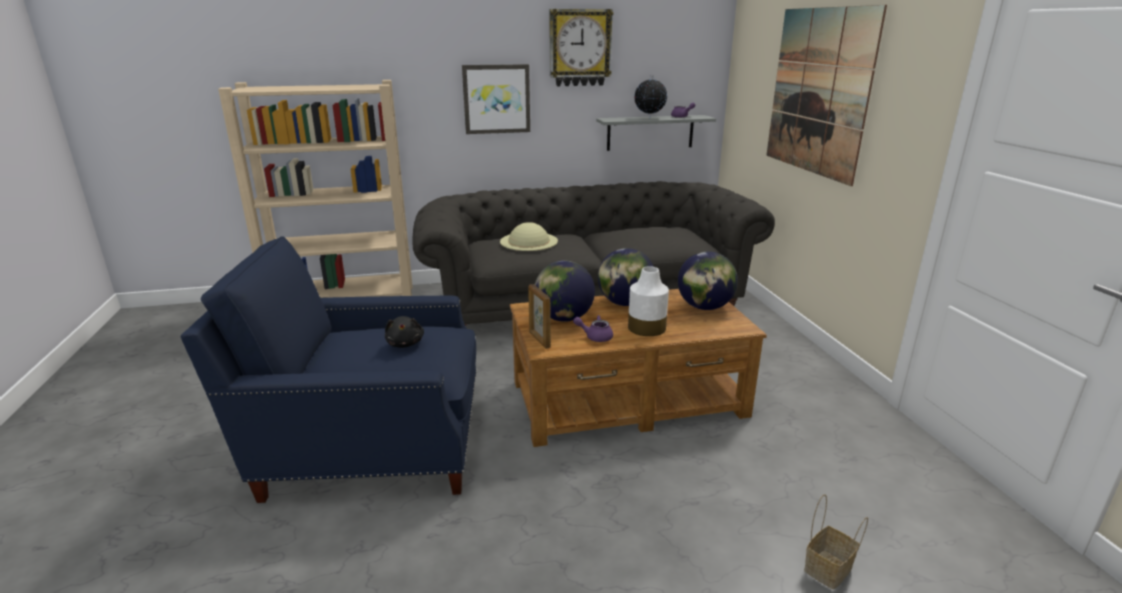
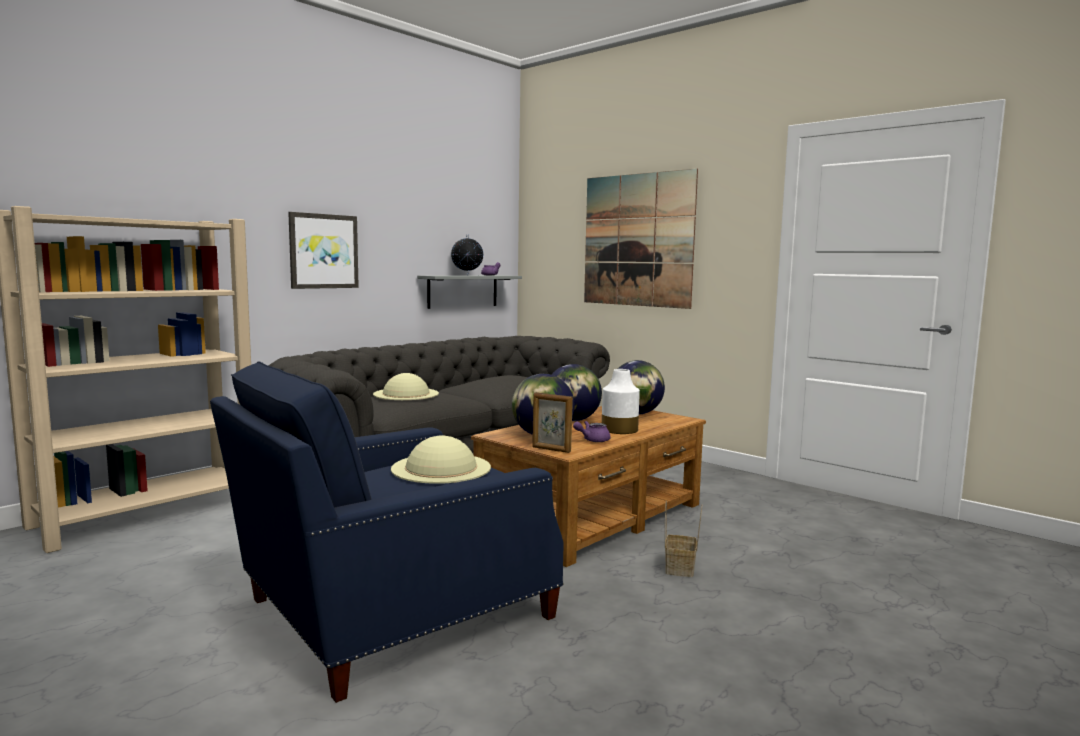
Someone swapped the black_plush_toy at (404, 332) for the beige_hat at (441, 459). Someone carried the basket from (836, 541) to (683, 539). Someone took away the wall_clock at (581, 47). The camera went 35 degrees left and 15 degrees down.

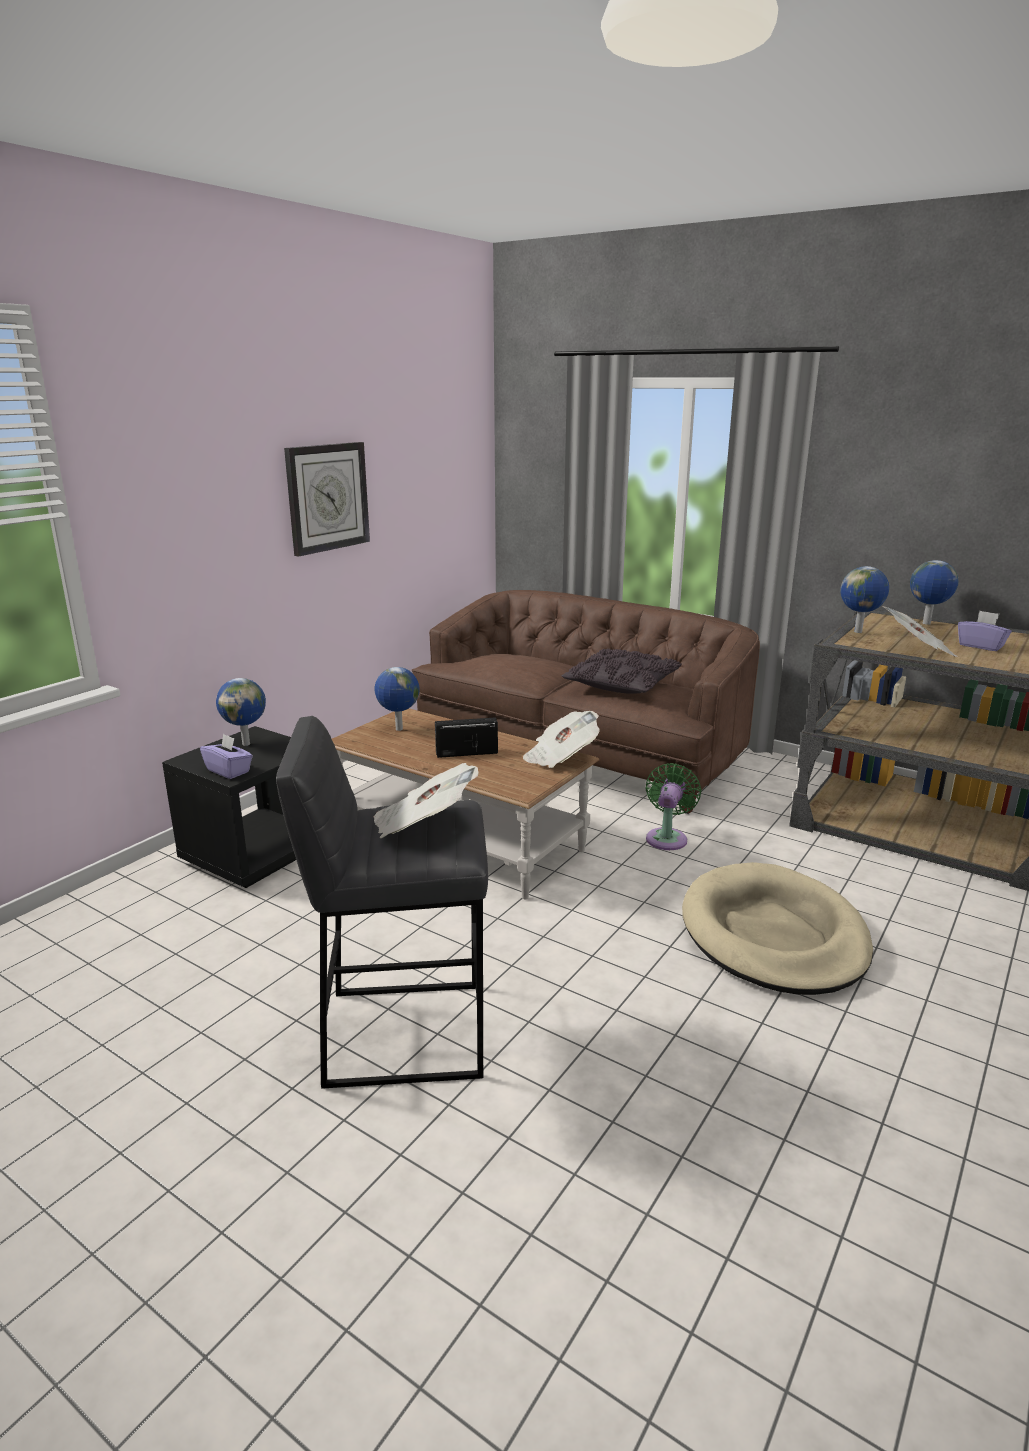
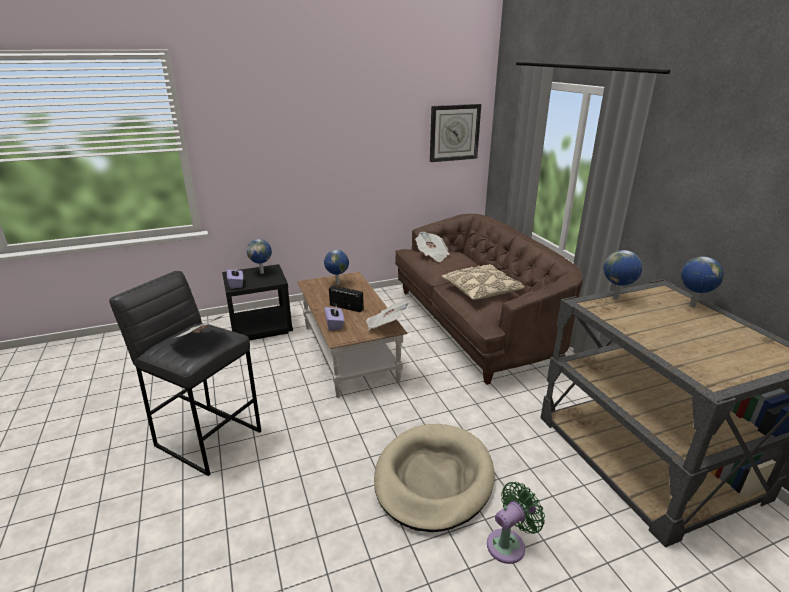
Someone carried the purple_tissue_box from (985, 631) to (334, 318). Someone carried the newspaper from (920, 631) to (432, 247). Someone carried the wall_clock from (327, 499) to (455, 133). Someone repainted the black_pillow at (622, 671), which became the beige_pillow at (483, 282). Someone carried the green_fan from (674, 806) to (516, 523). The camera went 35 degrees right and 5 degrees up.

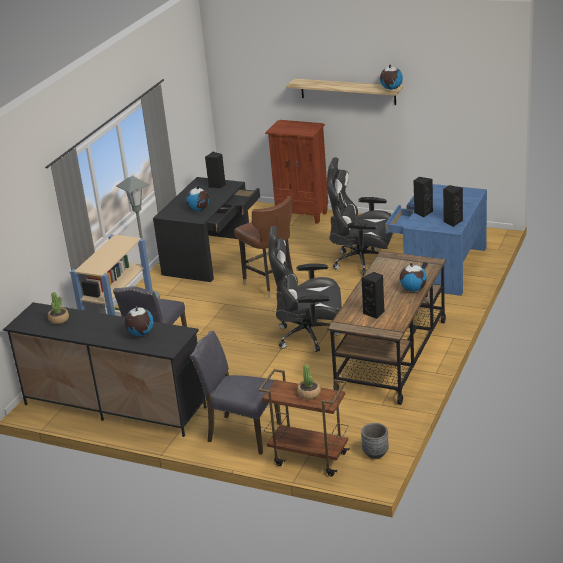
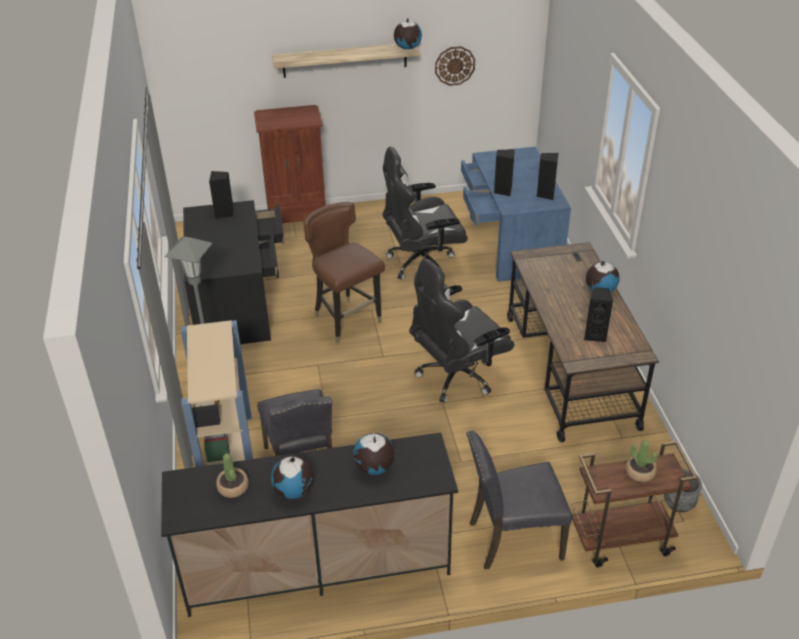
Someone carried the globe from (197, 198) to (292, 477). Someone rotated the brown_chair at (263, 247) by 150 degrees counterclockwise. Someone put up the wall_clock at (455, 66). The camera went 35 degrees left and 10 degrees up.

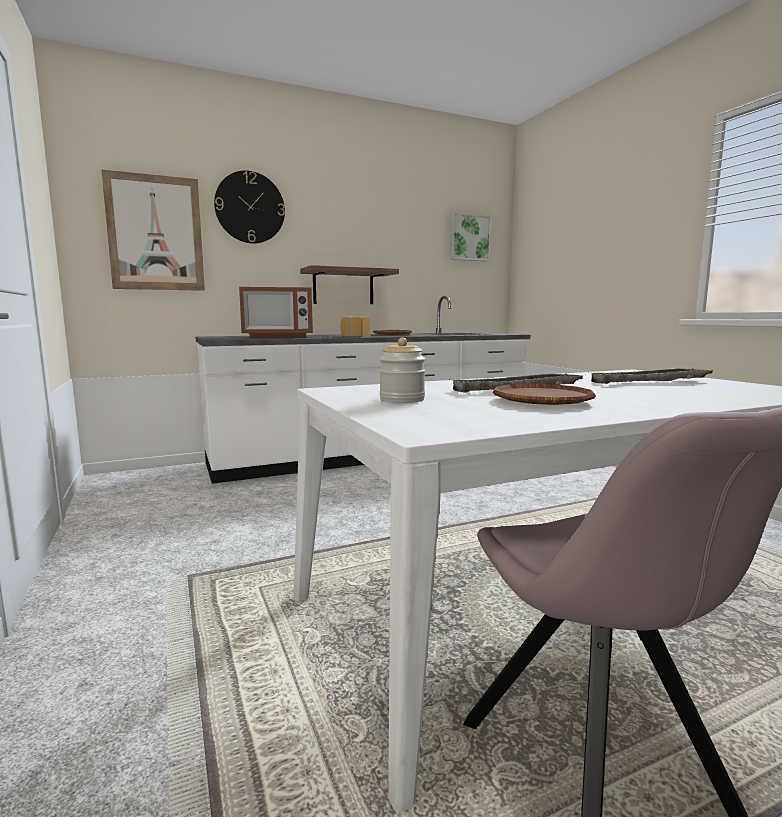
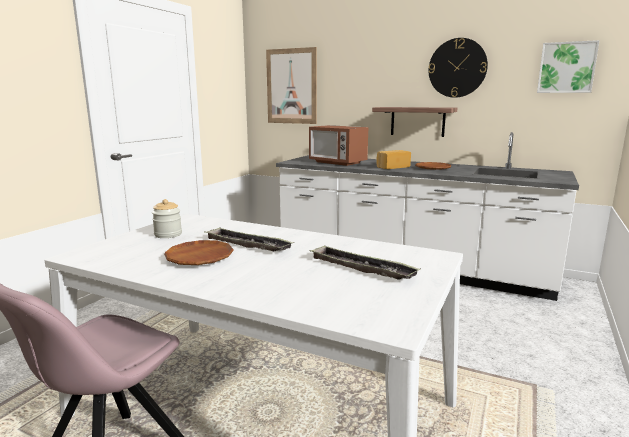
Someone carried the wall_clock from (249, 207) to (458, 68). The camera went 50 degrees right and 5 degrees up.

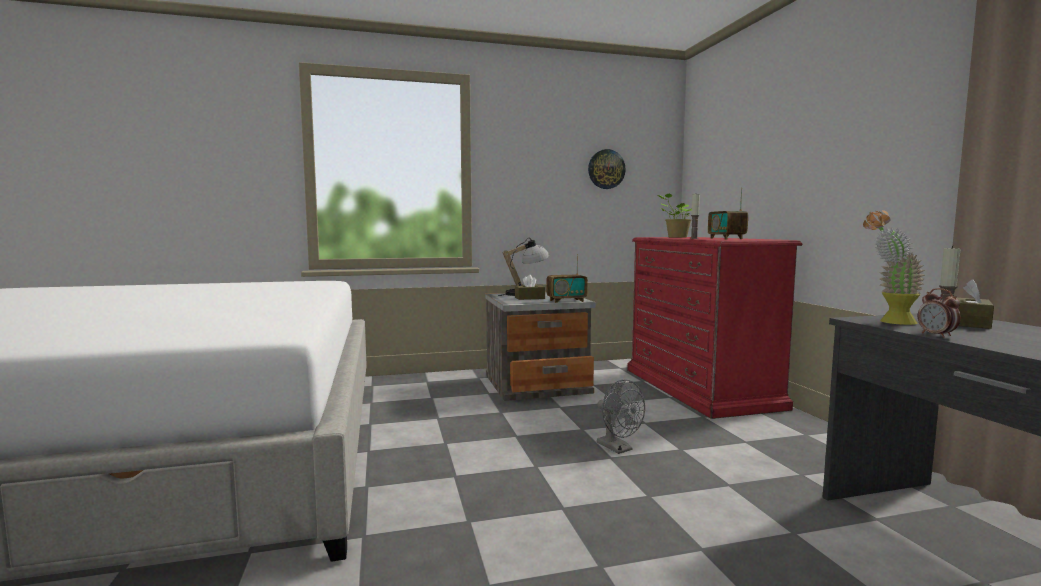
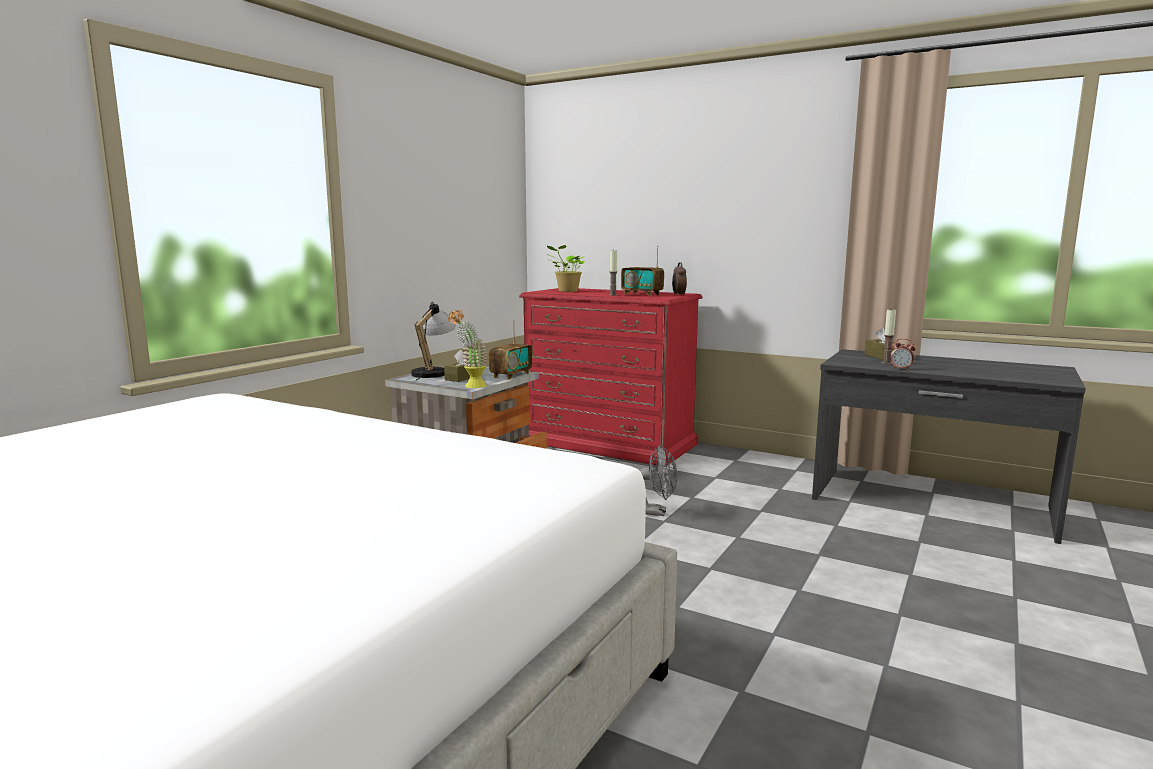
Someone carried the potted_plant from (894, 267) to (467, 349). Someone put down the alarm_clock at (679, 279). Someone took away the wall_clock at (607, 169). The camera went 45 degrees left and 5 degrees up.

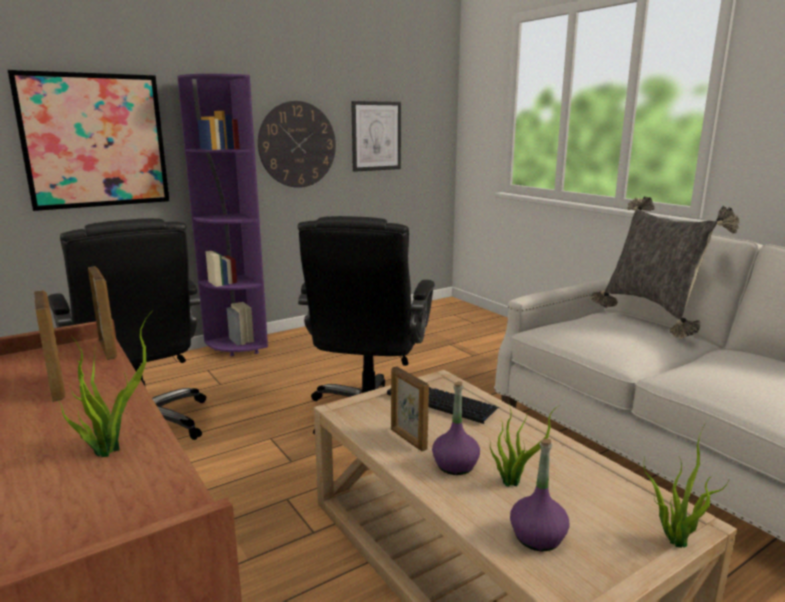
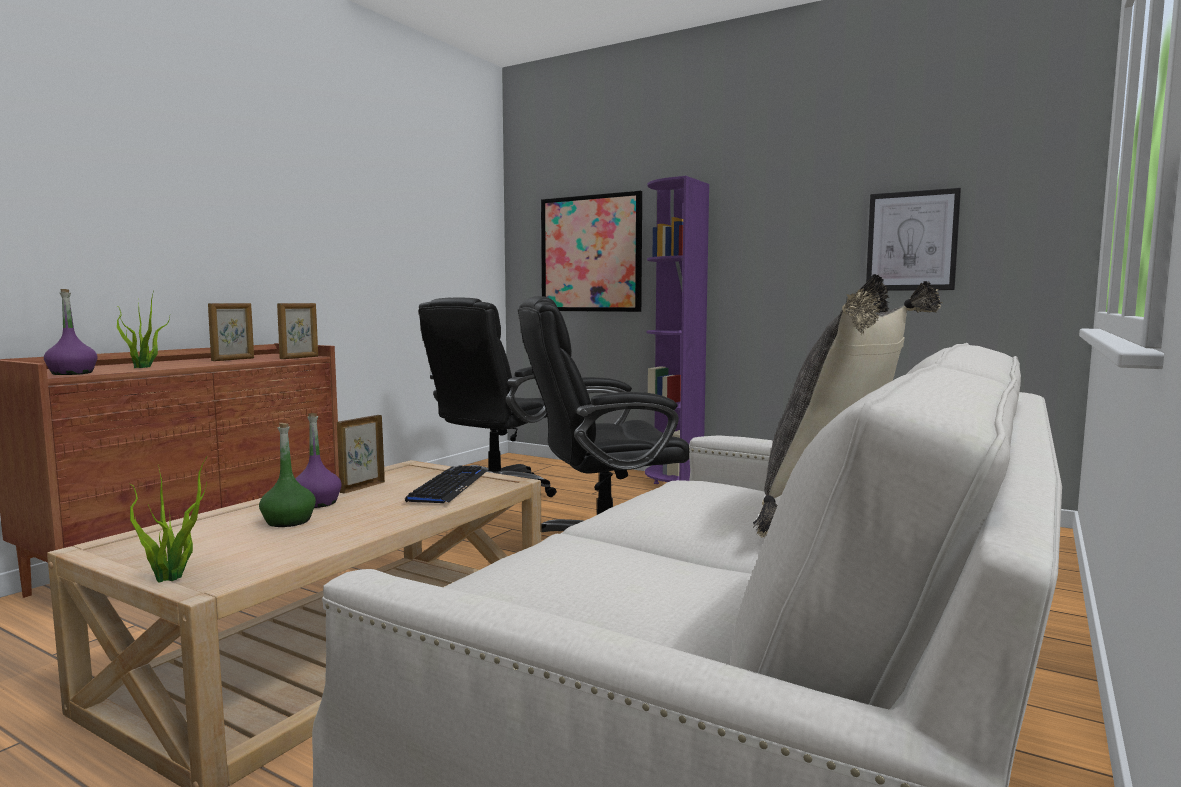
Someone carried the purple_bottle from (540, 494) to (71, 332). Someone swapped the potted_plant at (525, 444) for the green_bottle at (287, 475). Someone took away the wall_clock at (297, 144). The camera went 65 degrees right and 10 degrees down.

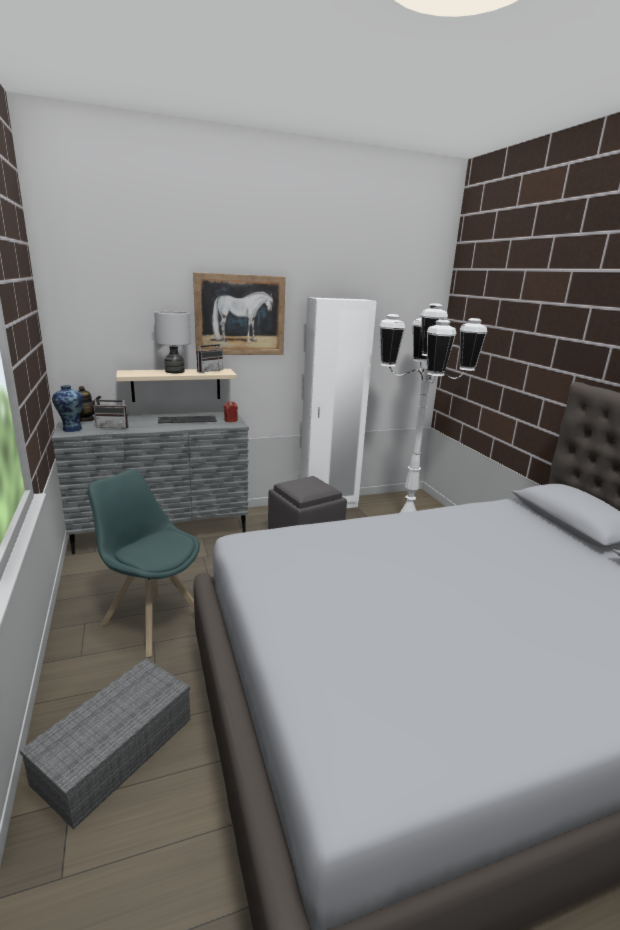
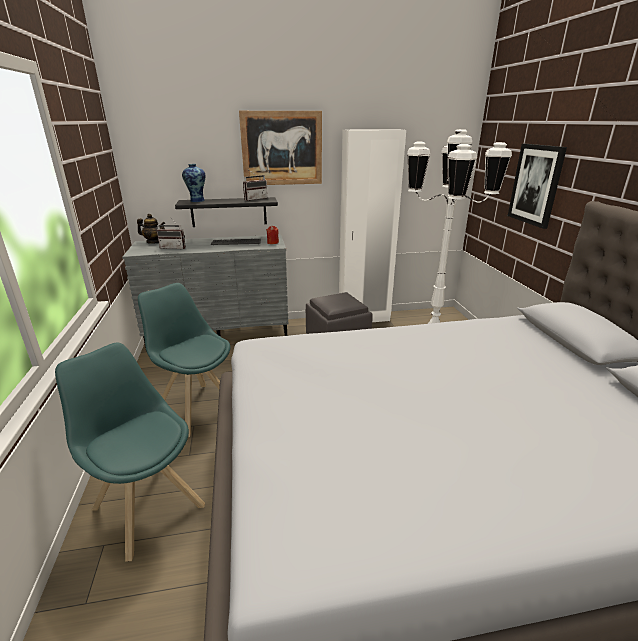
Someone swapped the grey_storage_box at (105, 743) for the turquoise_chair at (130, 452). Someone repainted the beige_shelf at (176, 385), which became the black_shelf at (226, 212). Someone carried the vase from (68, 408) to (194, 183). Someone put up the picture at (537, 186). Someone took away the grey_table_lamp at (172, 342). The camera went 10 degrees right and 5 degrees up.

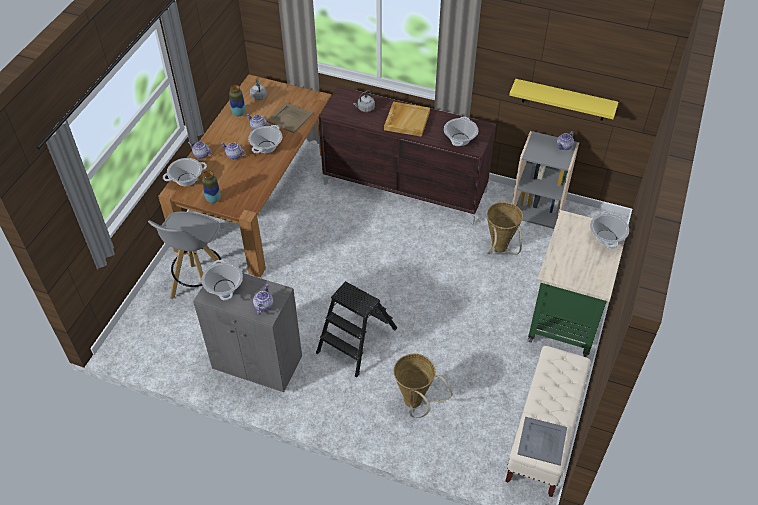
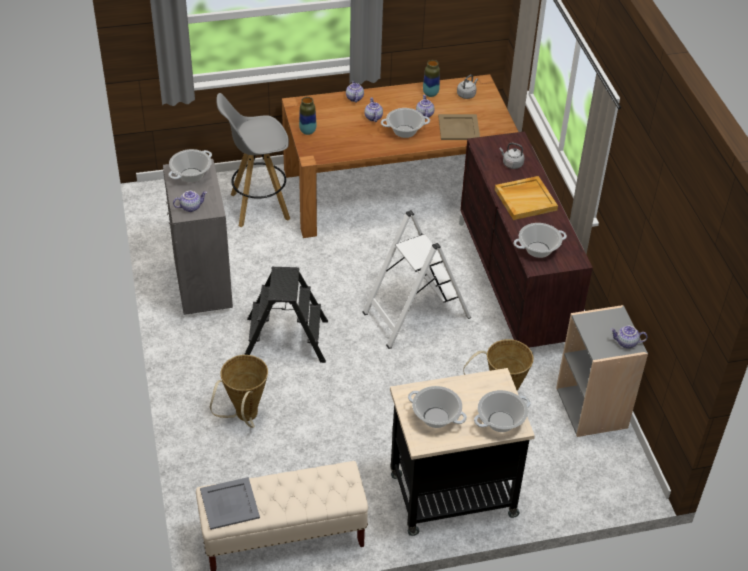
Someone put down the white_step_ladder at (417, 279). Someone repainted the green_cart at (576, 283), which became the black_cart at (462, 452). Someone carried the cooking_pot from (185, 172) to (437, 407). Someone took away the yellow_shelf at (563, 100). The camera went 55 degrees right and 5 degrees down.

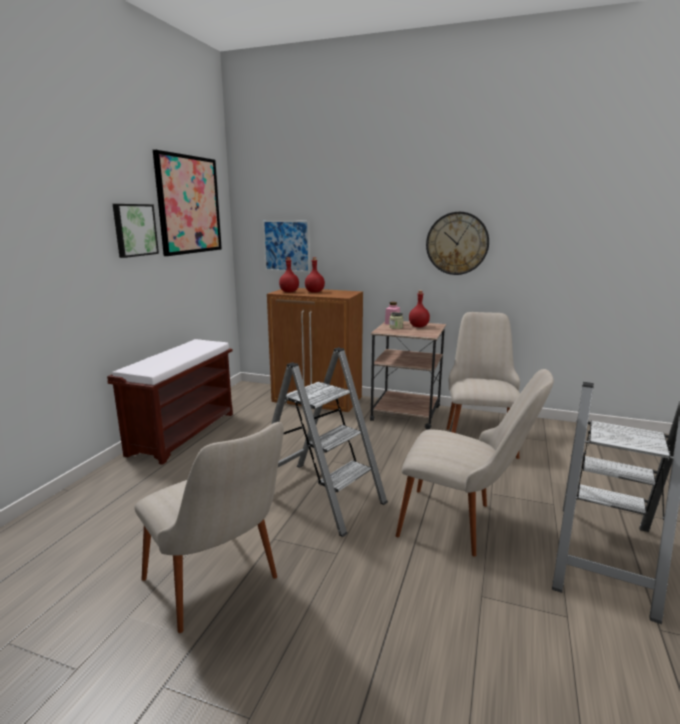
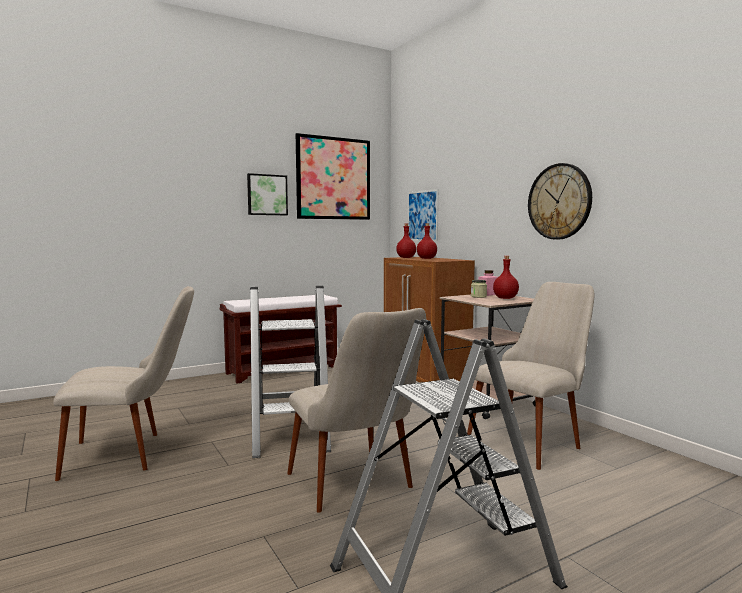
Someone rotated the beige_chair at (209, 527) by 105 degrees counterclockwise. The camera went 40 degrees right and 10 degrees down.

